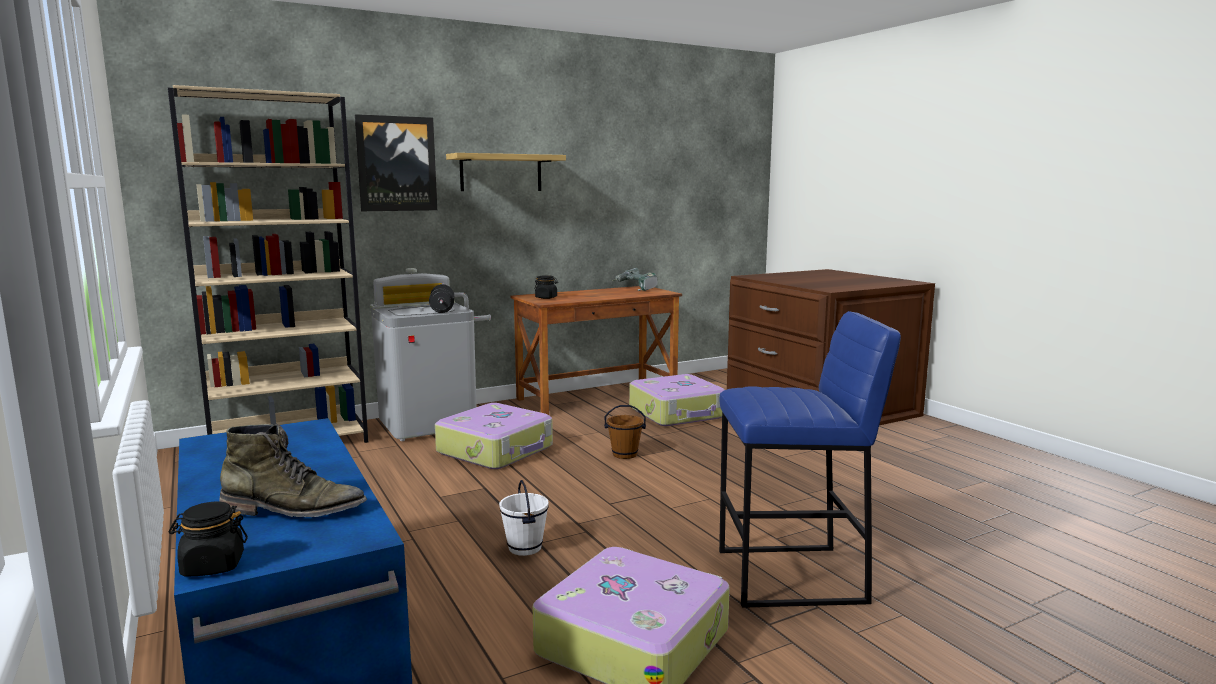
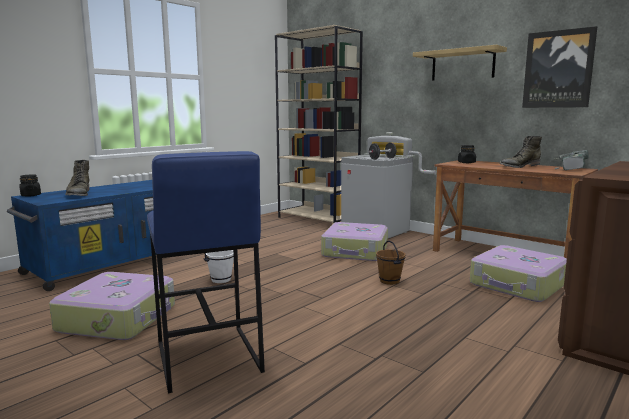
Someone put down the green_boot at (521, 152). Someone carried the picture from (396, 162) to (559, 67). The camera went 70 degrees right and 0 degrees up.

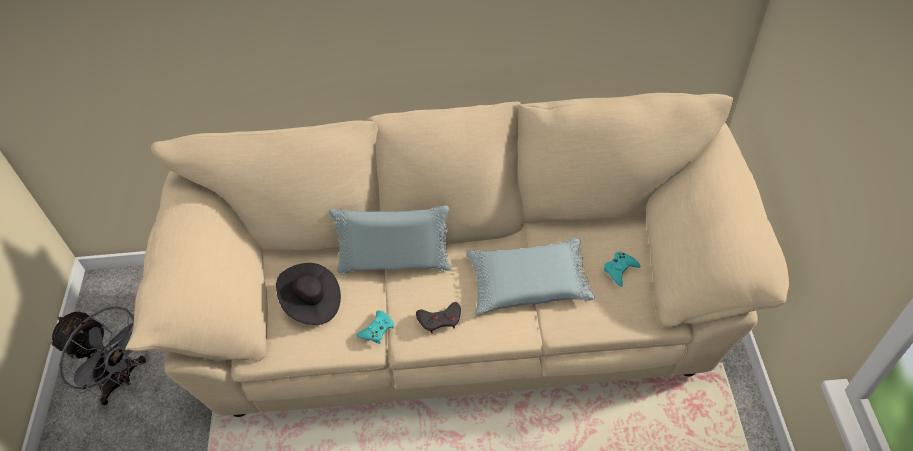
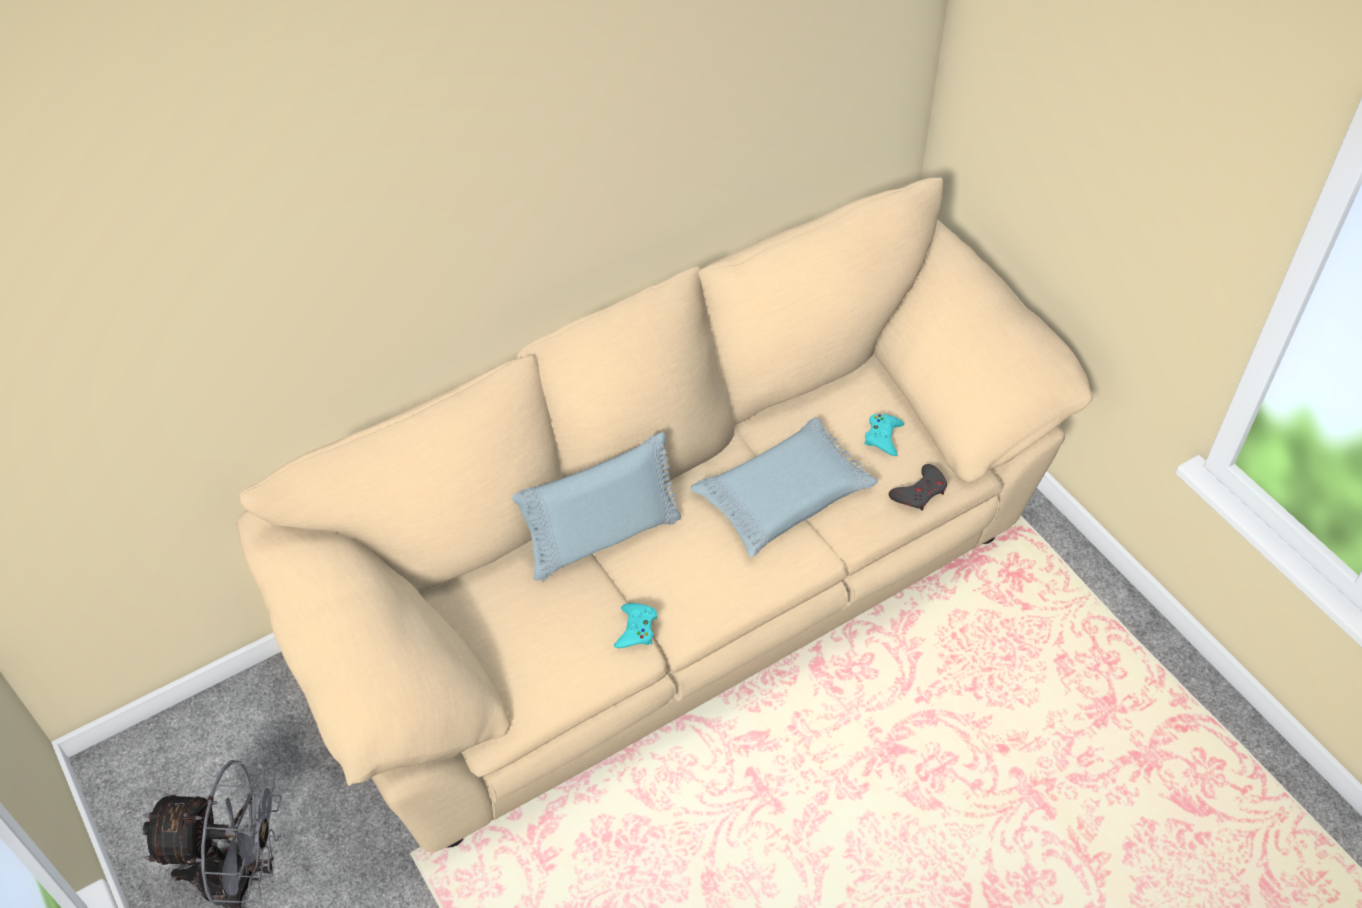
Someone carried the grey_game_controller from (438, 317) to (918, 487). Someone took away the black_hat at (308, 294). The camera went 30 degrees left and 0 degrees up.

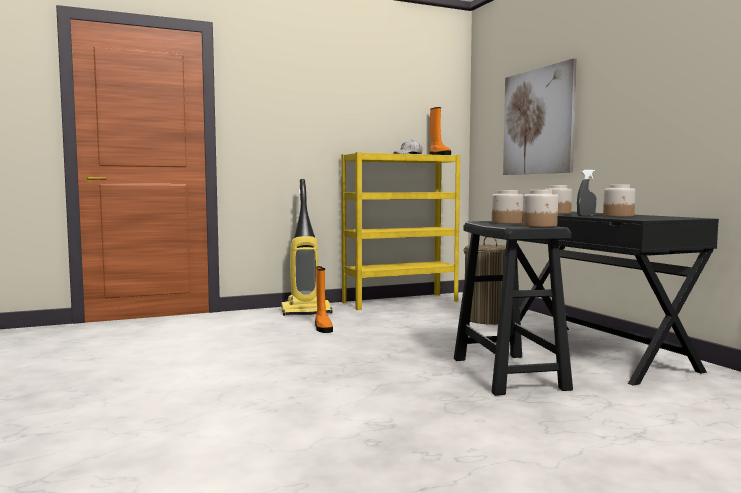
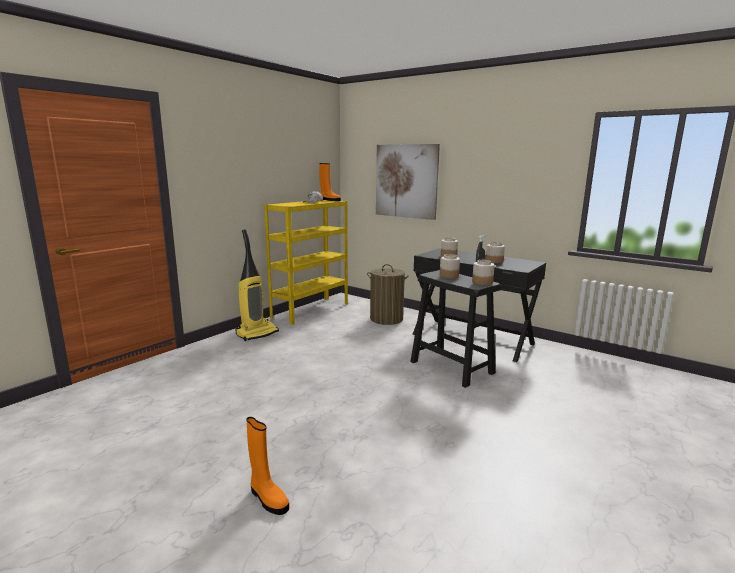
Someone carried the orange_boot from (324, 299) to (267, 466). The camera went 30 degrees left and 10 degrees up.

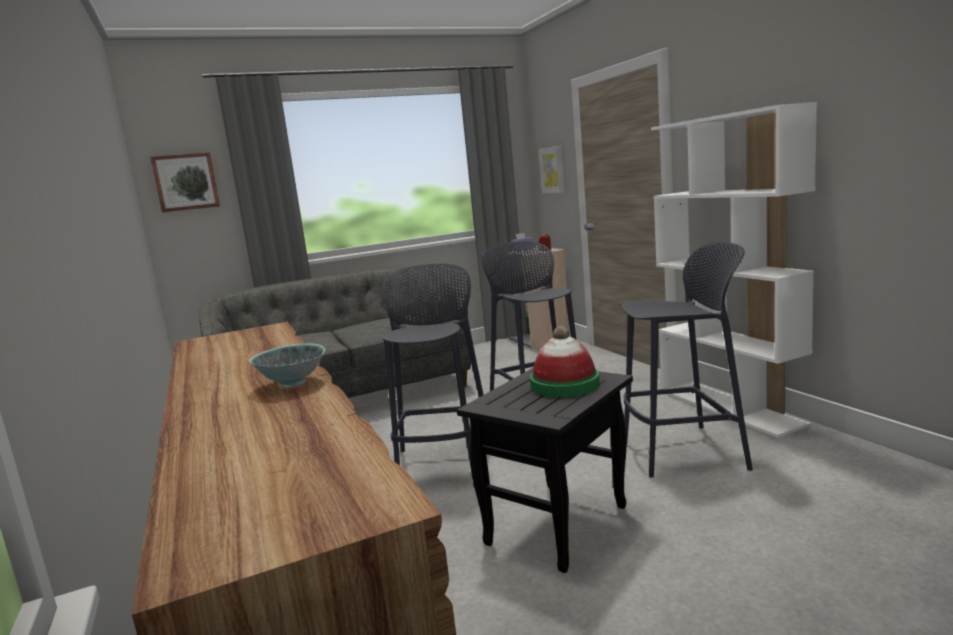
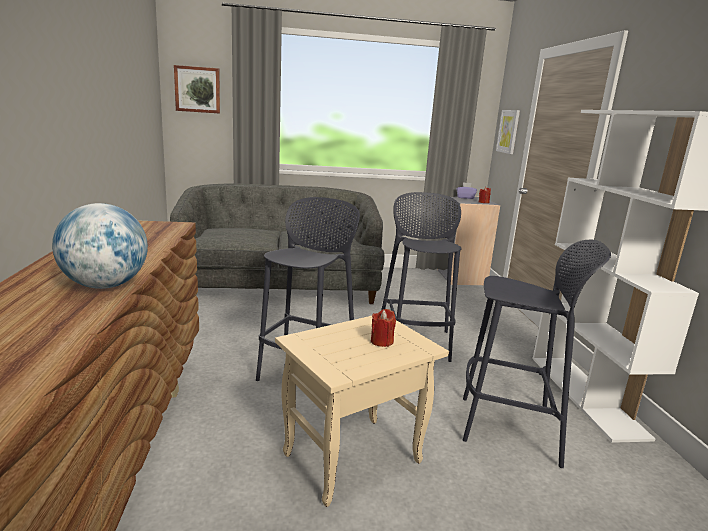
Someone swapped the bowl at (287, 365) for the globe at (100, 246). Someone repainted the black_side_table at (545, 470), which became the beige_side_table at (362, 411). Someone swapped the hat at (565, 361) for the red_candle at (383, 328). The camera went 15 degrees right and 5 degrees up.

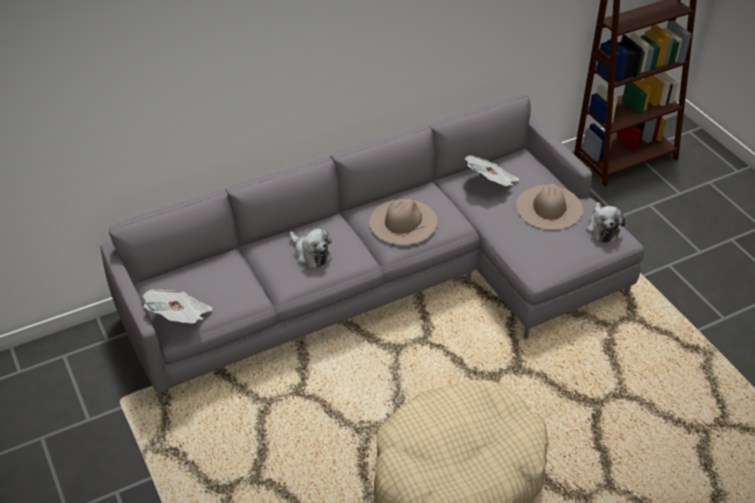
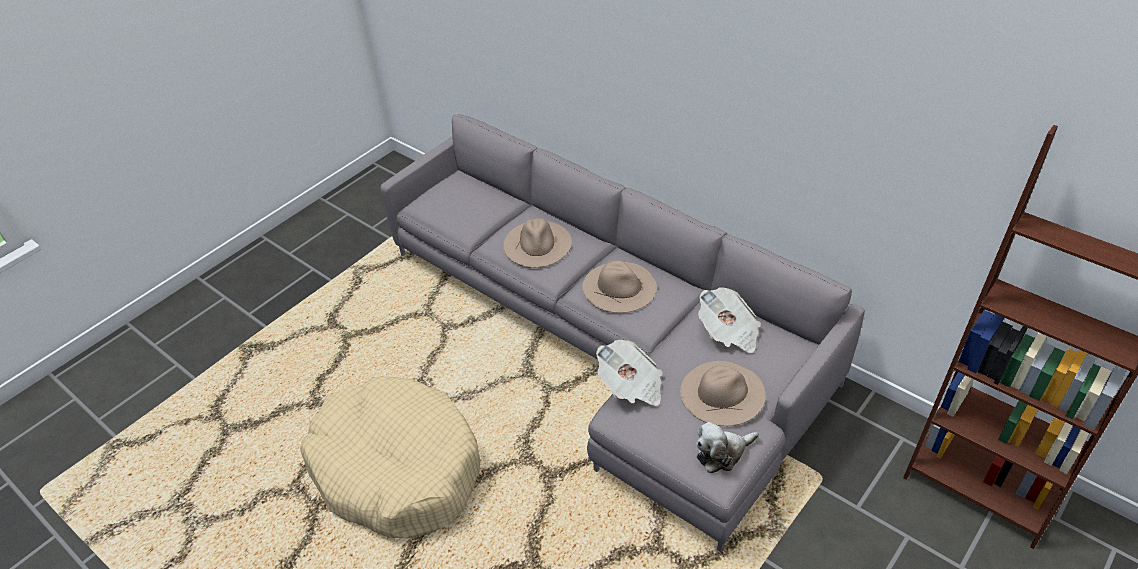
Someone swapped the plush_toy at (311, 248) for the beige_hat at (537, 243). Someone carried the newspaper from (177, 306) to (629, 373). The camera went 70 degrees right and 0 degrees up.

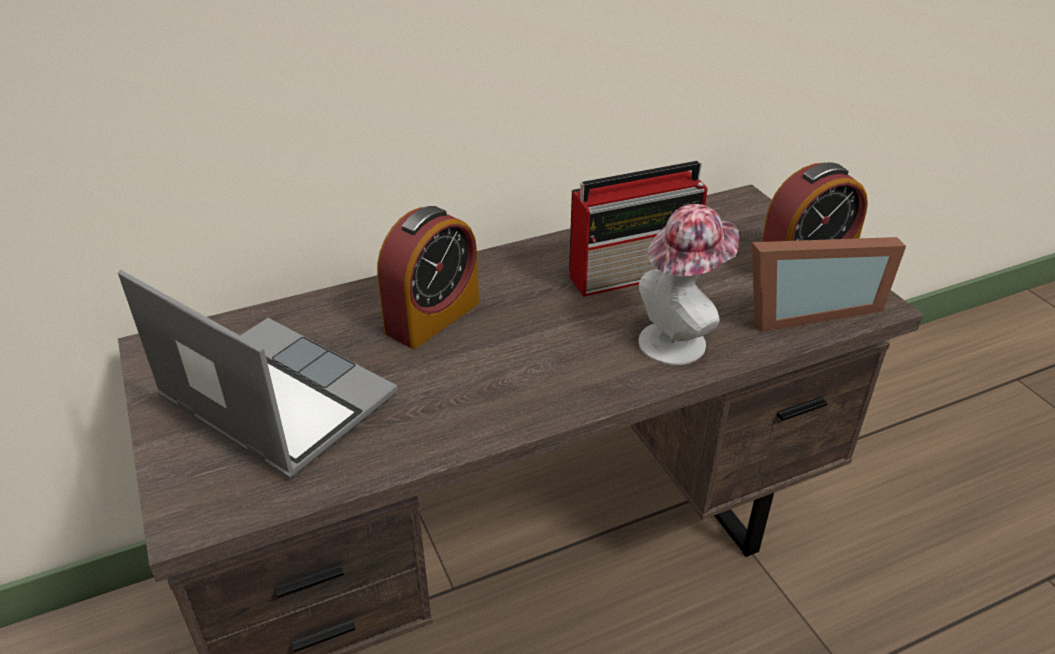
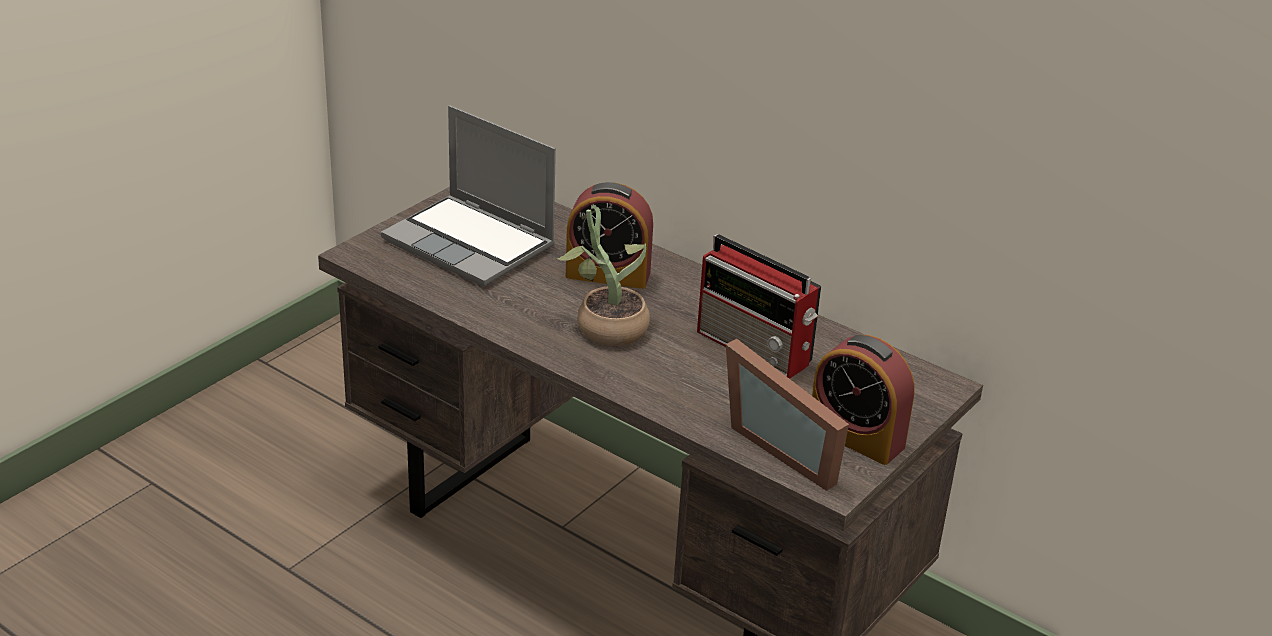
Someone rotated the laptop at (258, 374) by 120 degrees clockwise. Someone put down the potted_plant at (603, 275). Someone took away the hat at (689, 284). The camera went 60 degrees right and 5 degrees down.

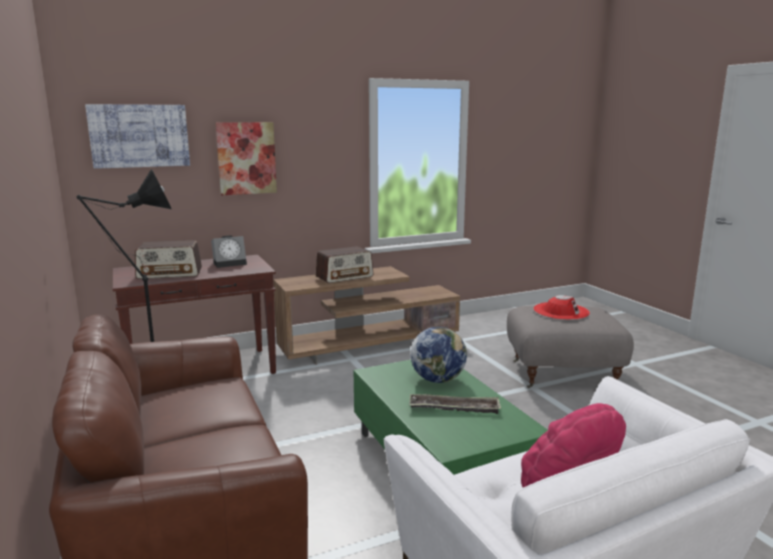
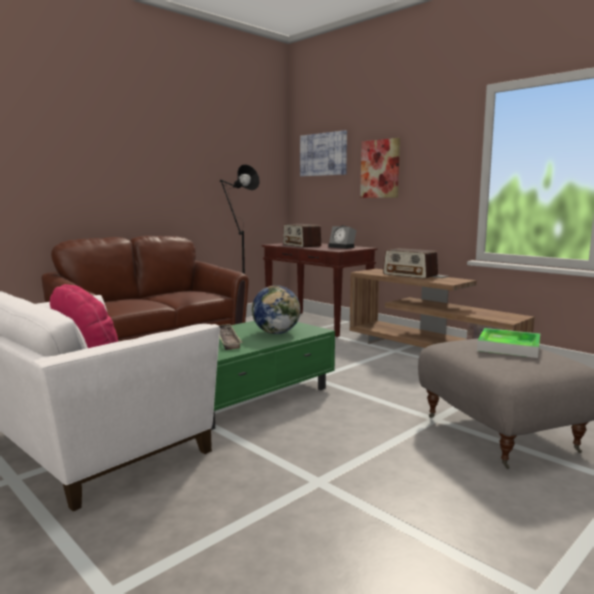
Someone swapped the red_hat at (561, 307) for the tray at (508, 343). The camera went 70 degrees right and 5 degrees down.

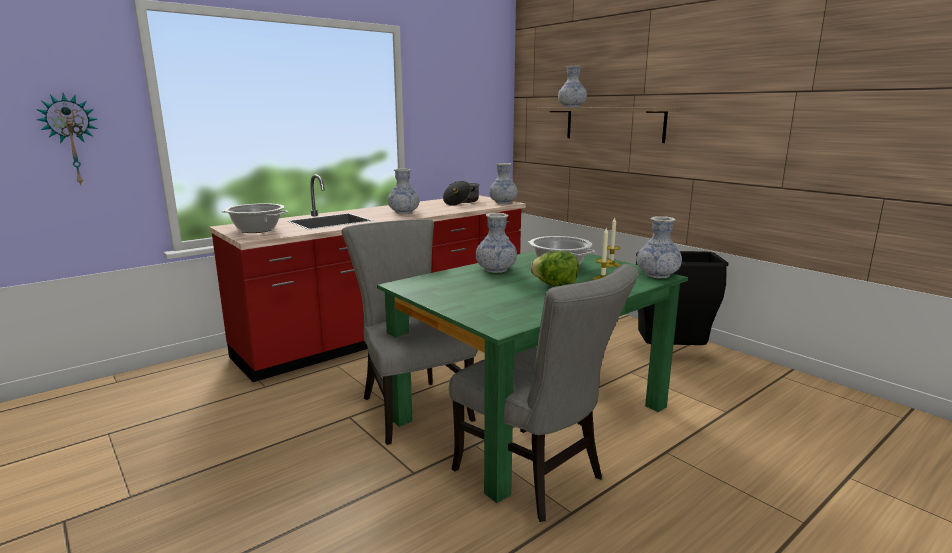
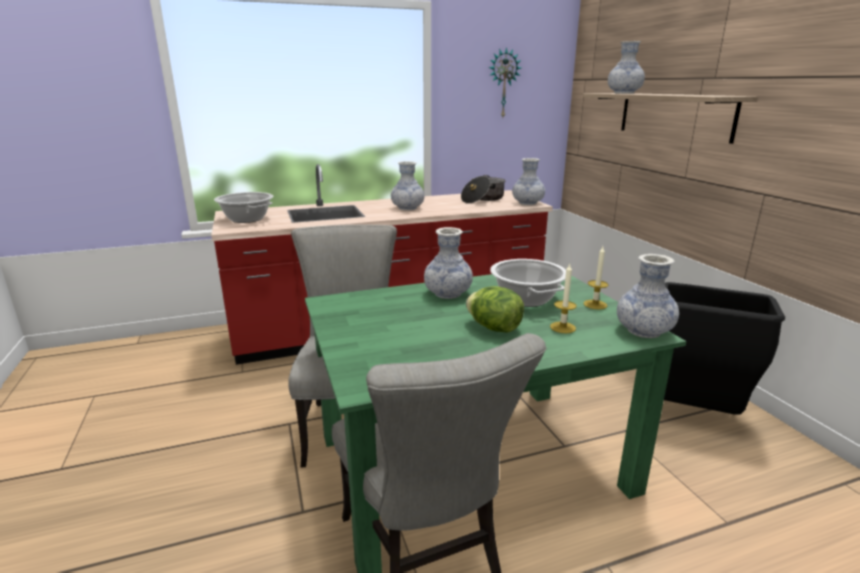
Someone carried the wall_clock from (66, 139) to (505, 82). The camera went 20 degrees right and 5 degrees up.

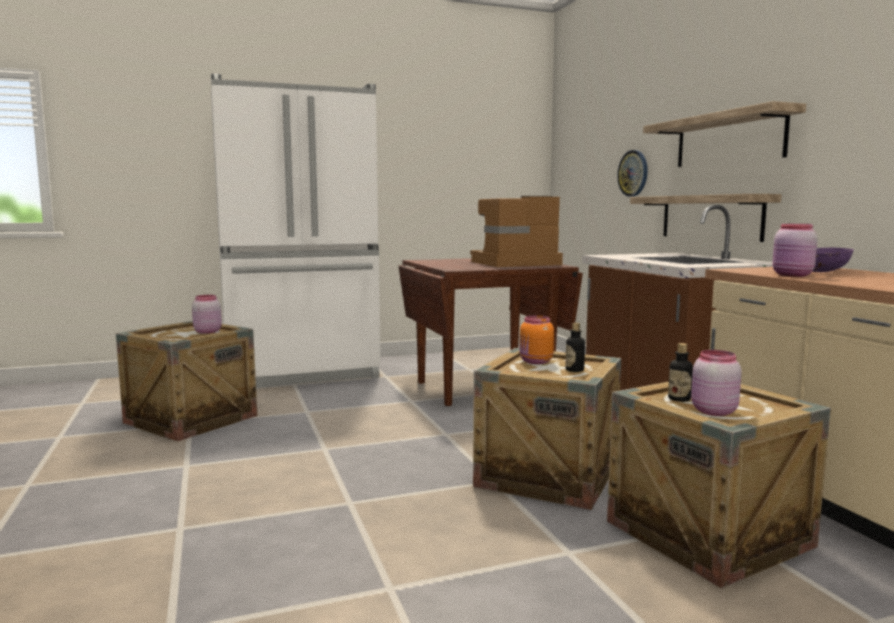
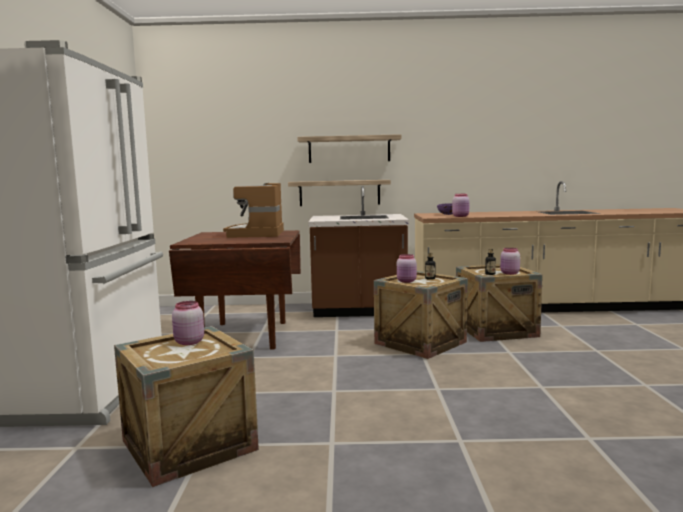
Someone repainted the orange_jar at (537, 339), which became the pink_jar at (407, 268). Someone took away the wall_clock at (632, 173). The camera went 70 degrees left and 0 degrees up.

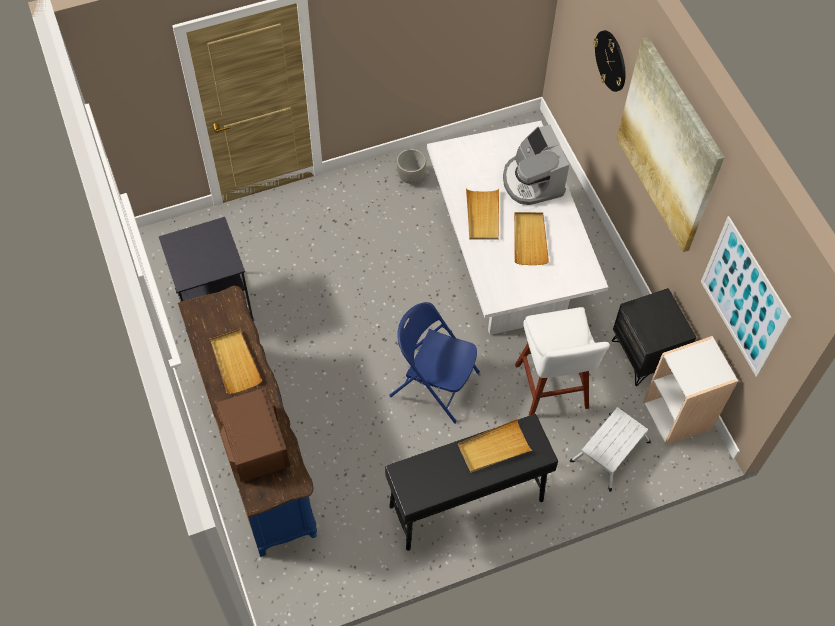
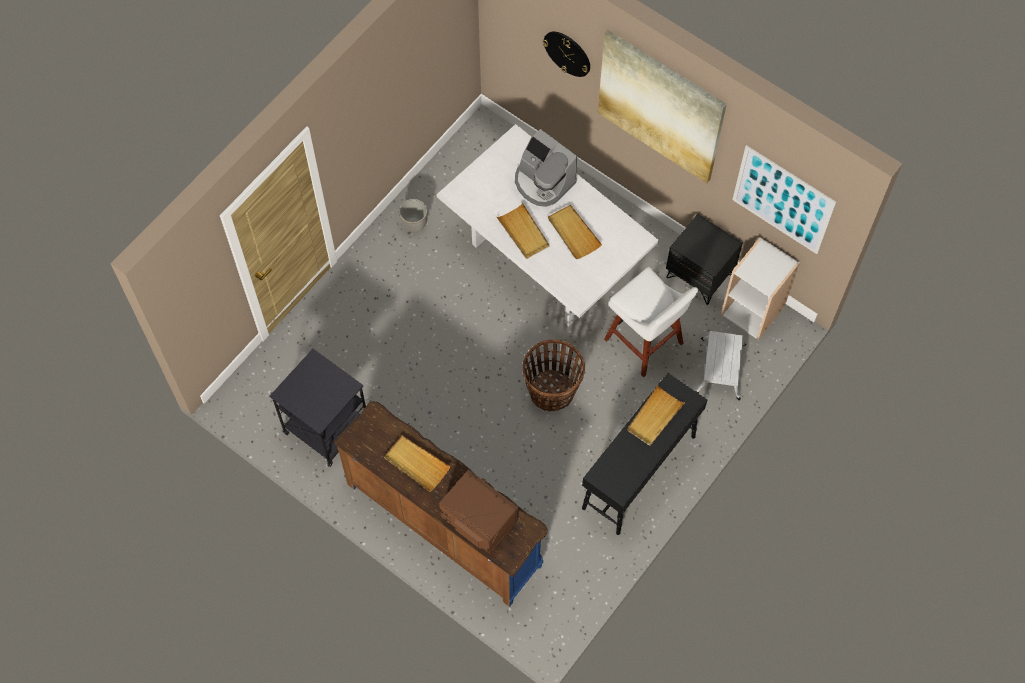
Someone swapped the blue_chair at (435, 363) for the basket at (553, 375). The camera went 30 degrees left and 5 degrees up.

